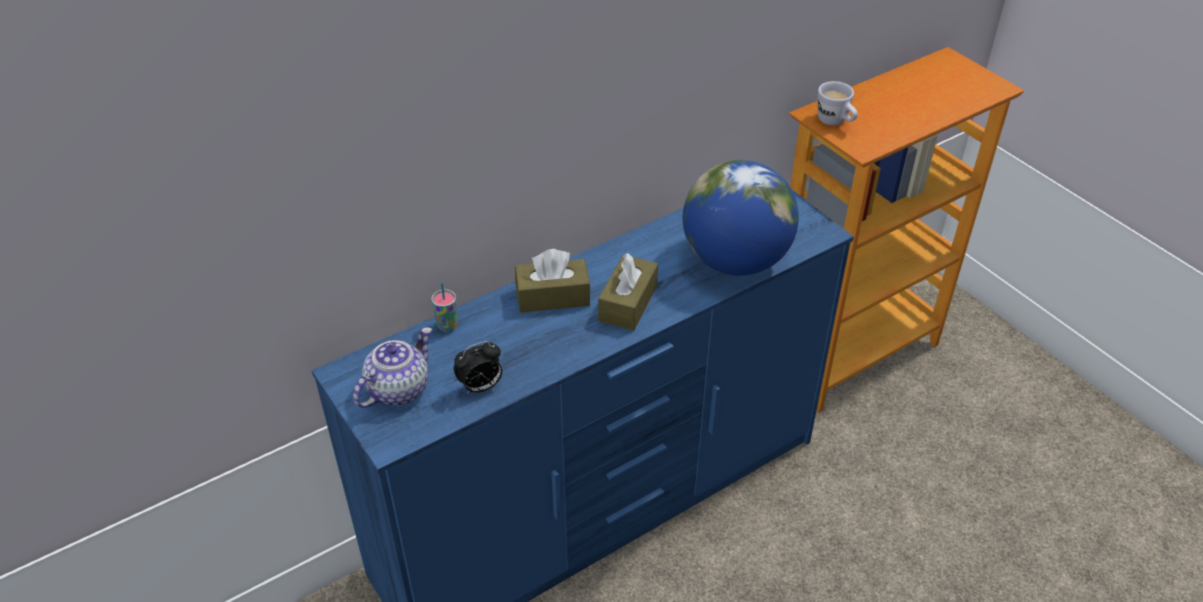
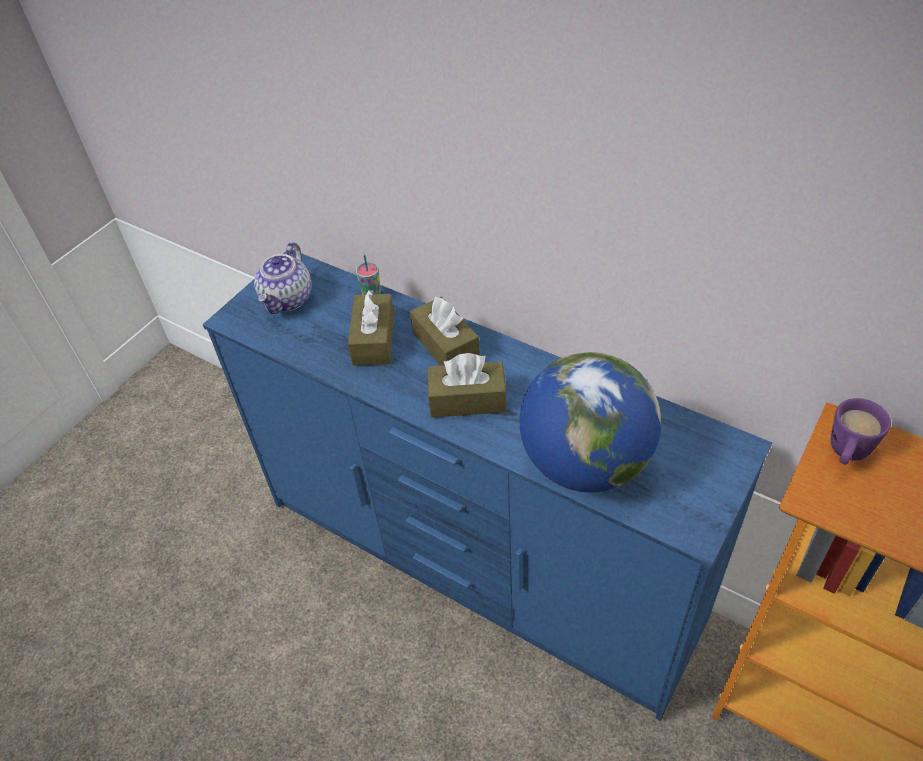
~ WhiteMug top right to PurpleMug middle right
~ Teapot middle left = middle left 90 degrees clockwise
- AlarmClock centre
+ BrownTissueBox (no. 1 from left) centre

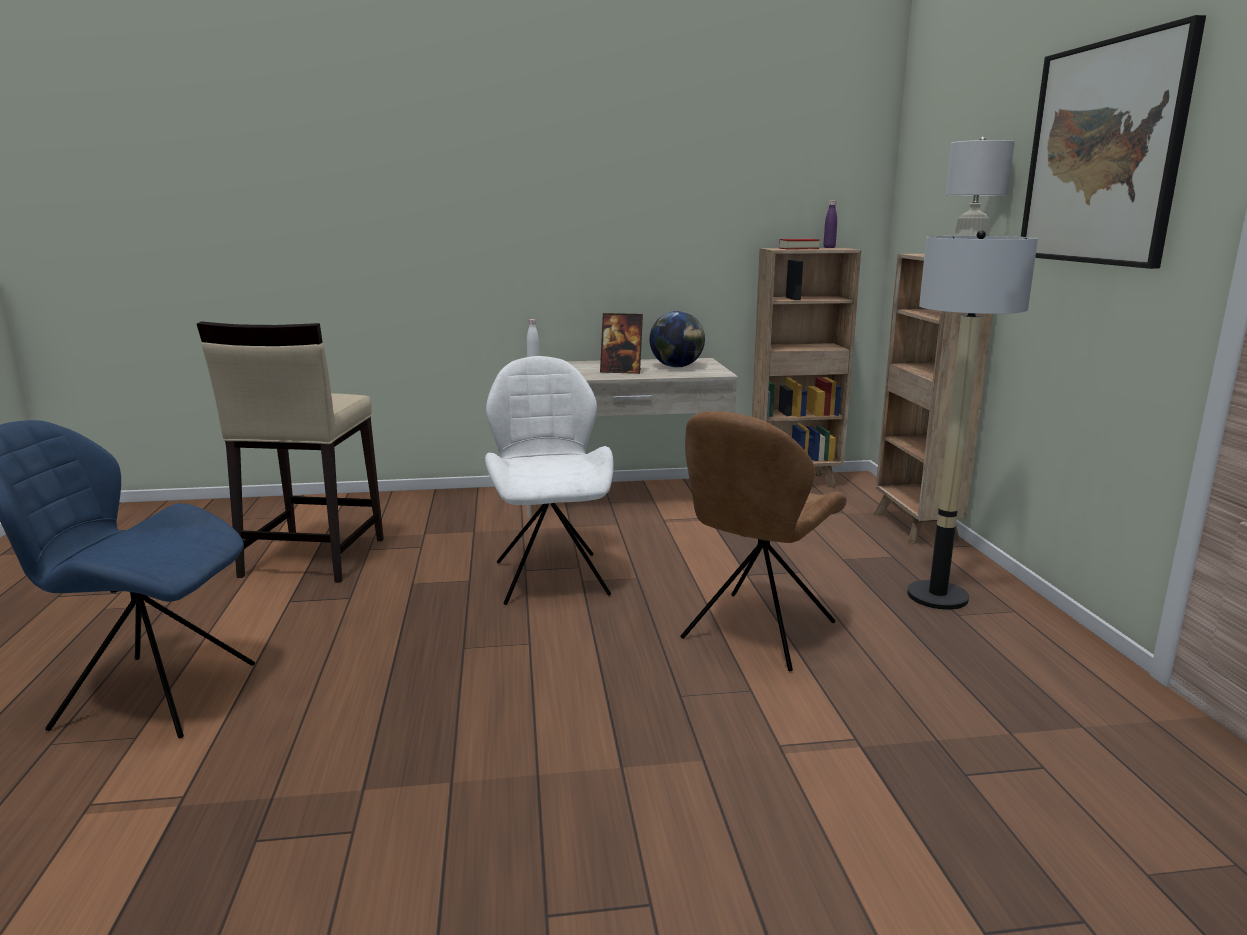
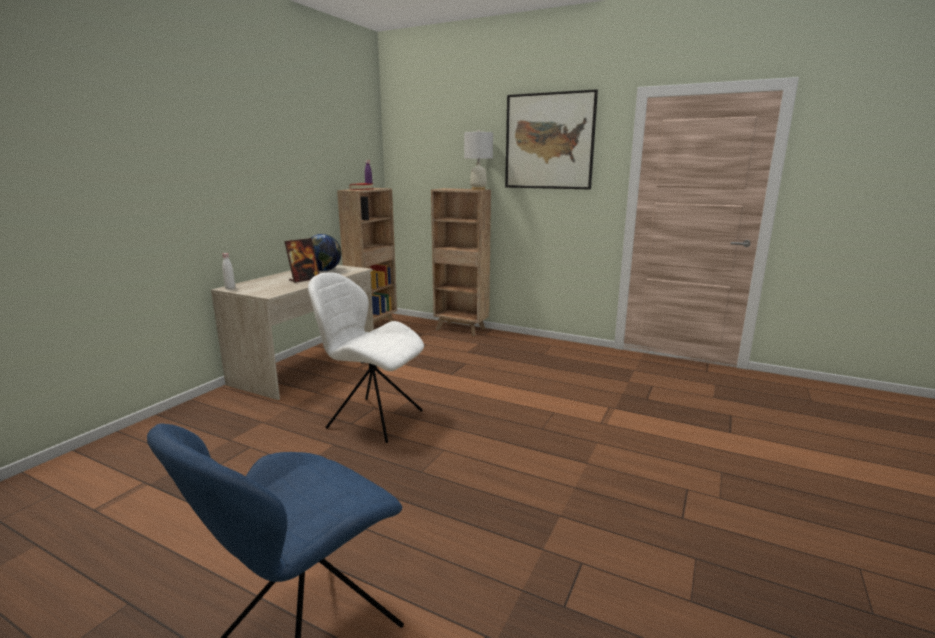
- FloorLamp middle right
- BeigeStool middle left
- BrownChair centre

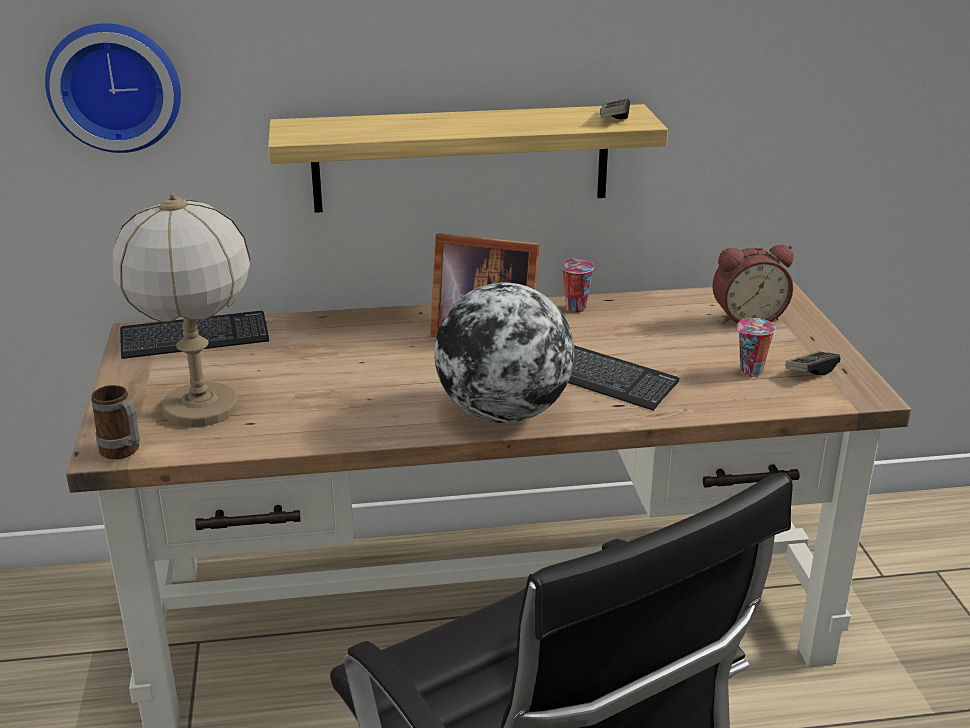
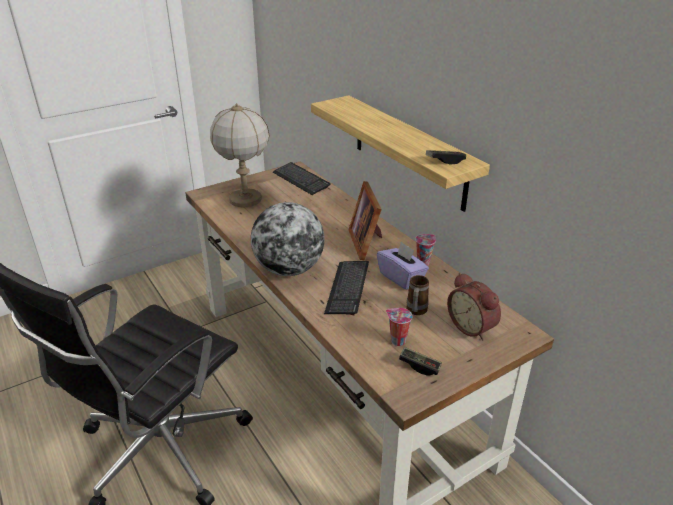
- WallClock top left
~ Mug middle left to centre
+ PurpleTissueBox centre

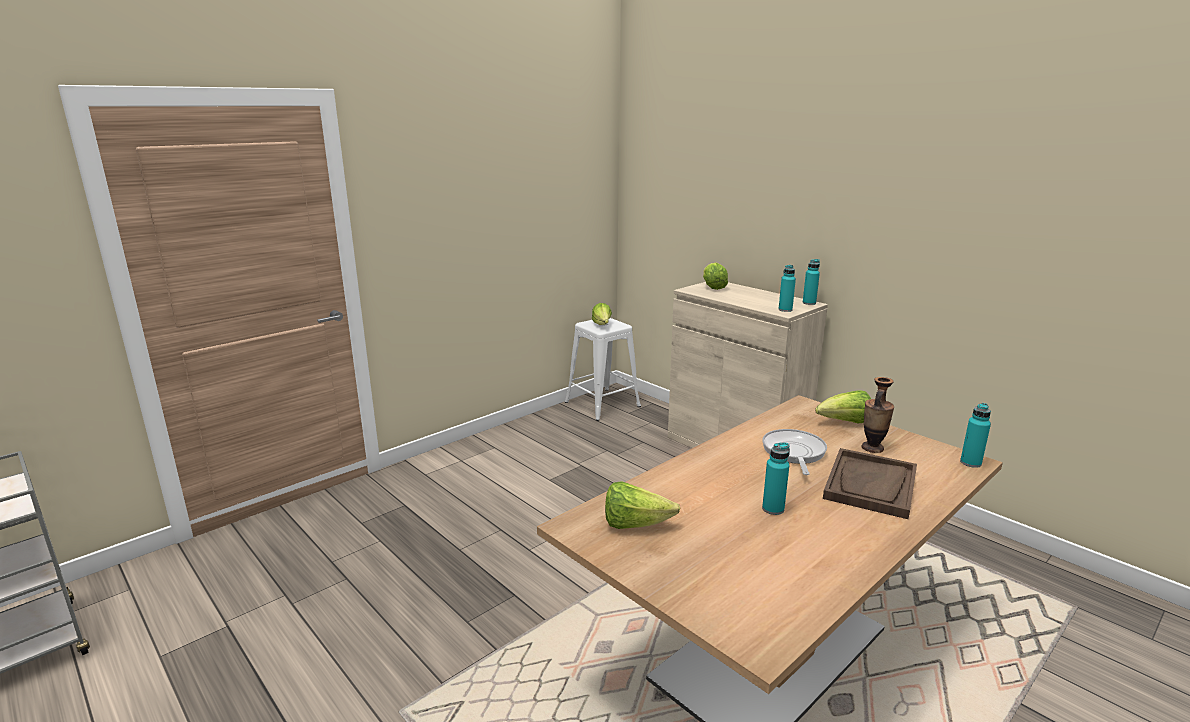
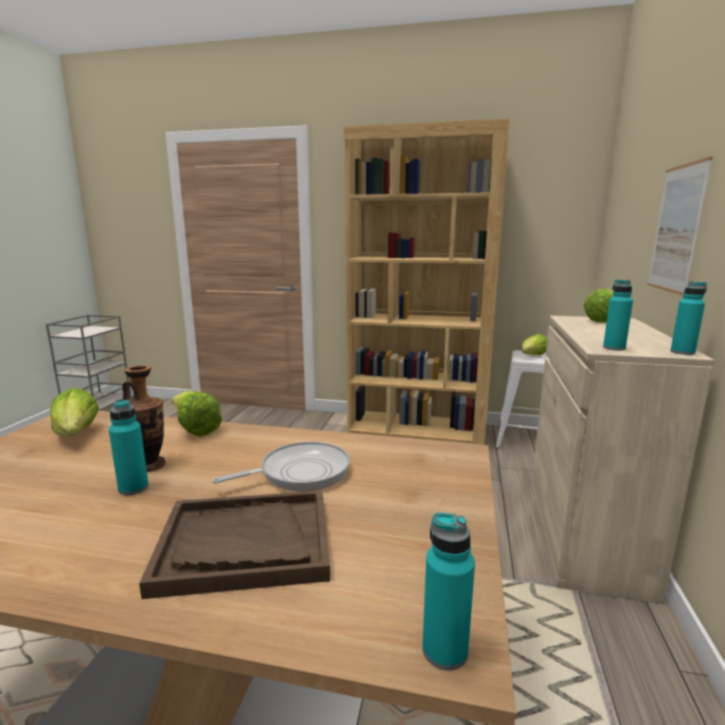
~ Vase middle right to middle left
~ Lettuce (no. 4 from left in the first image) middle right to Lettuce (no. 2 from left) middle left
+ BrownBookcase centre
+ Picture top right

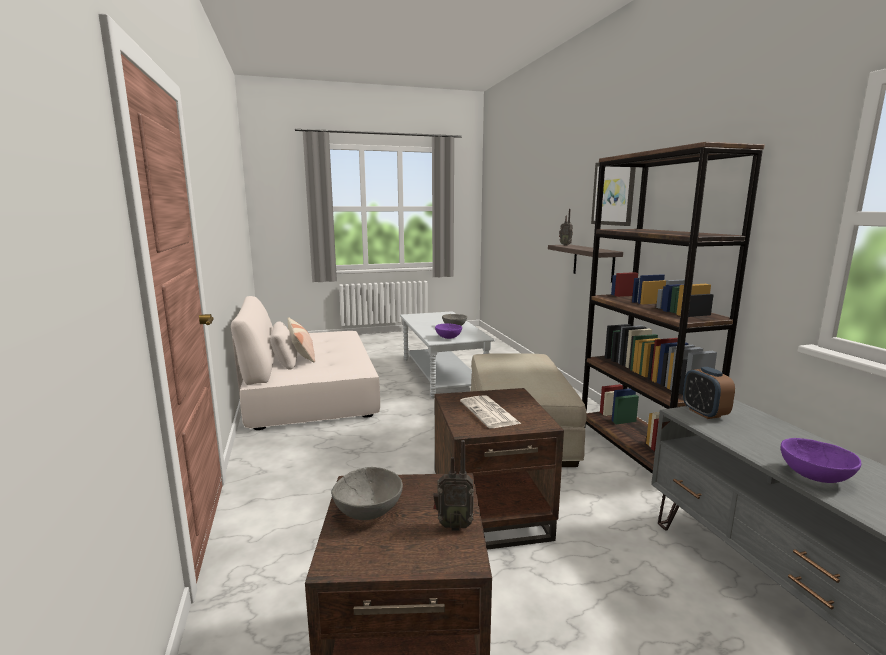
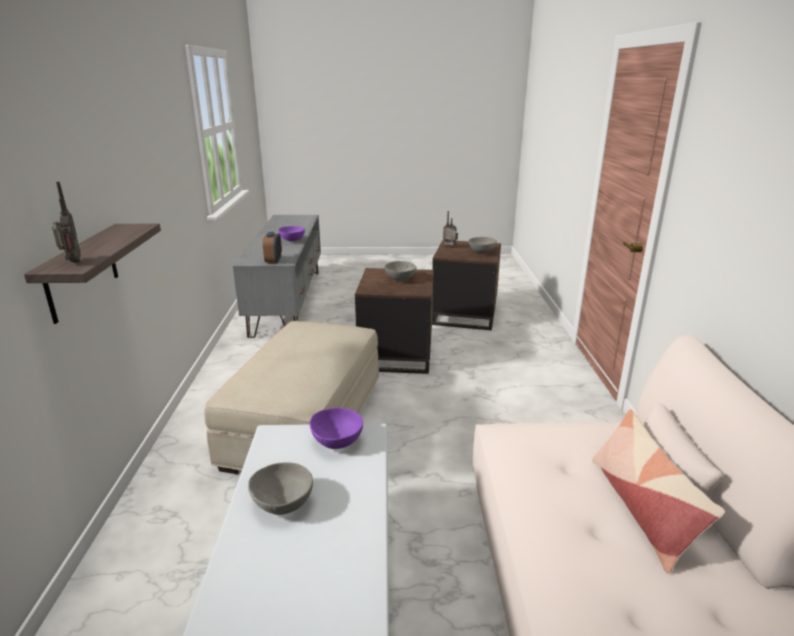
- BrownBookcase middle right
- Picture top right
~ Newspaper centre to GreyBowl (no. 2 from left) centre

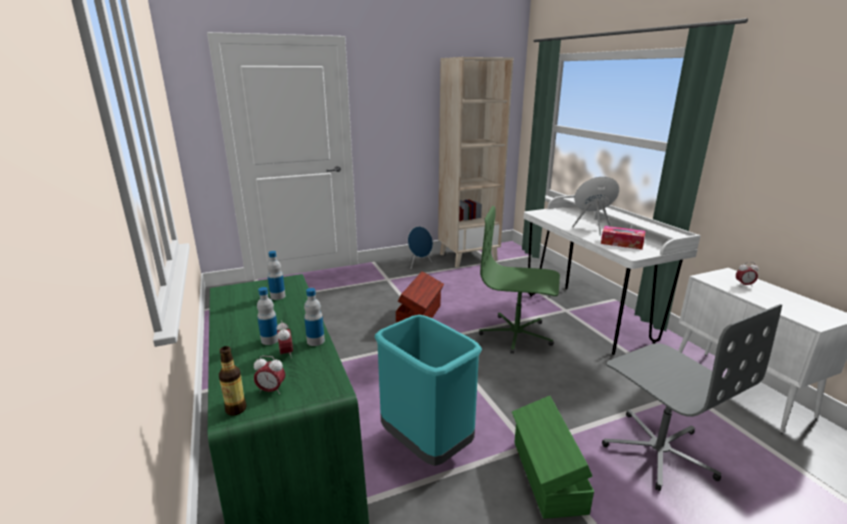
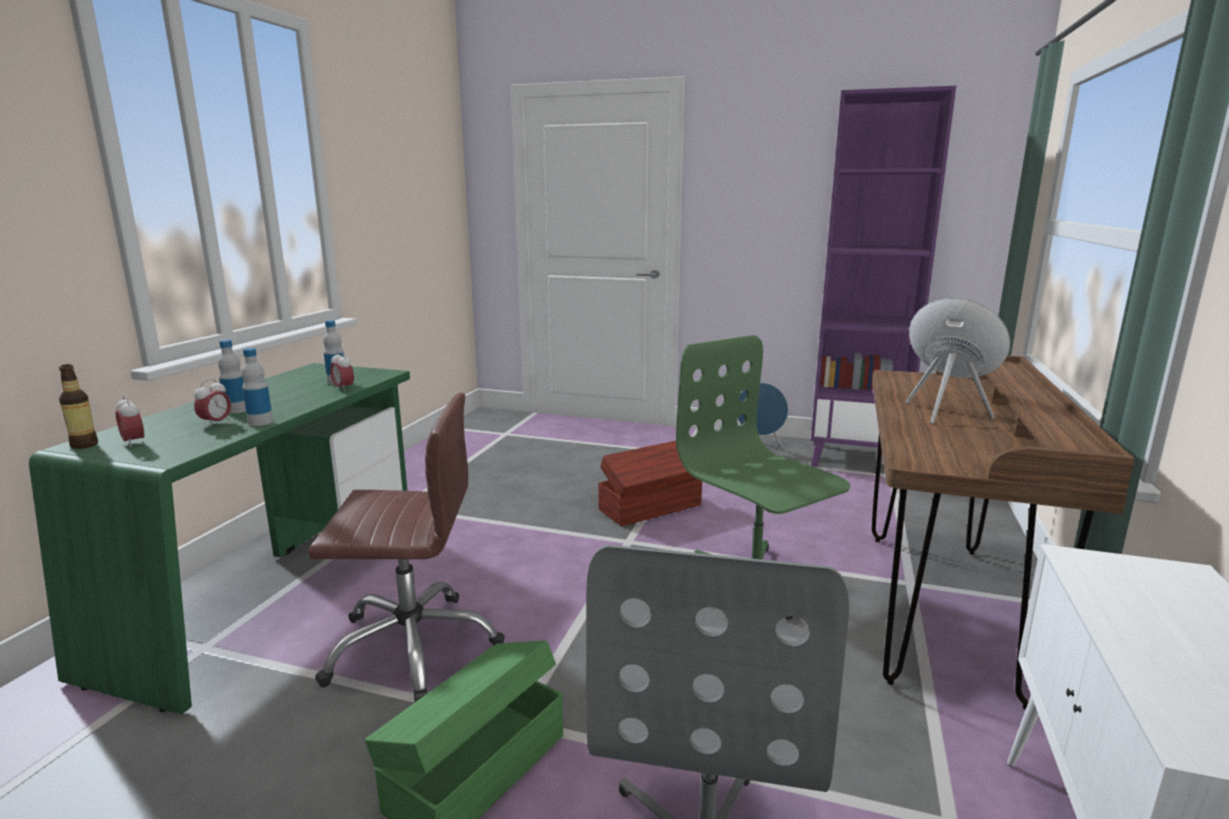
~ BeigeBookcase top centre to PurpleBookcase middle right
~ WhiteDesk middle right to BrownDesk middle right
- TissueBox middle right
~ AlarmClock (no. 3 from left) middle right to middle left
~ TurquoiseTrashCan bottom centre to BrownOfficeChair bottom left

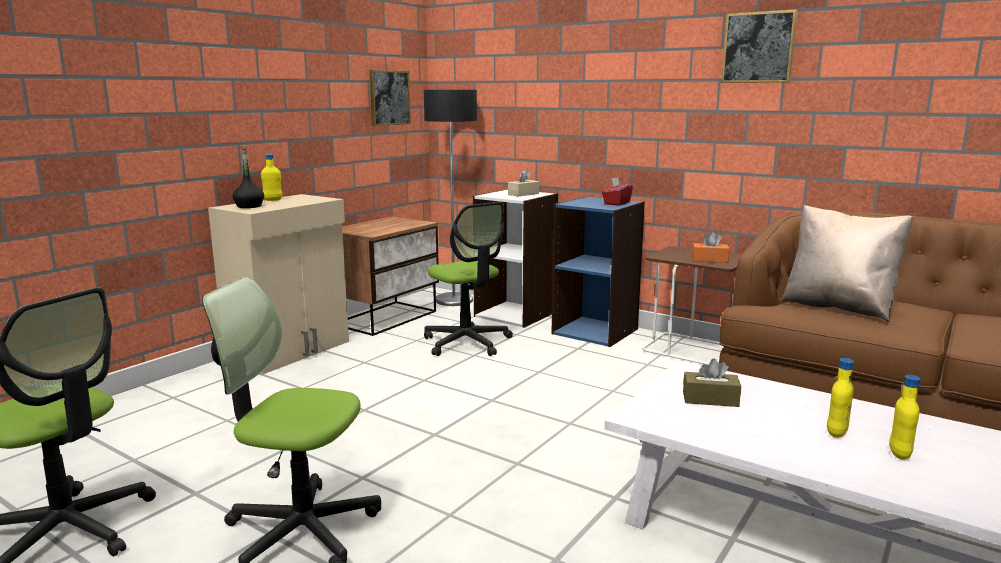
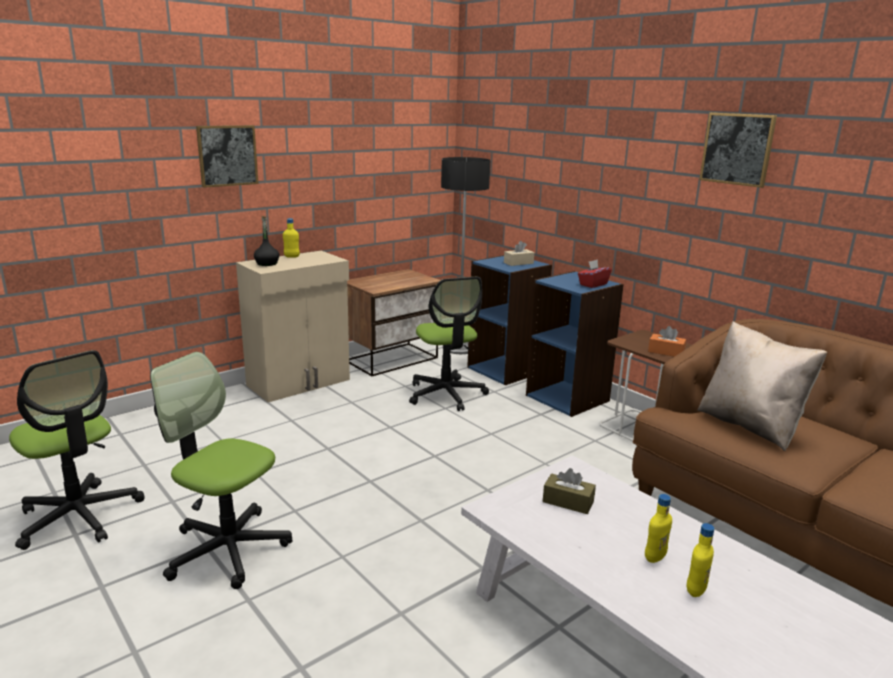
~ Picture (no. 1 from left) top centre to top left
~ WhiteBookcase centre to BlueBookcase (no. 1 from left) centre

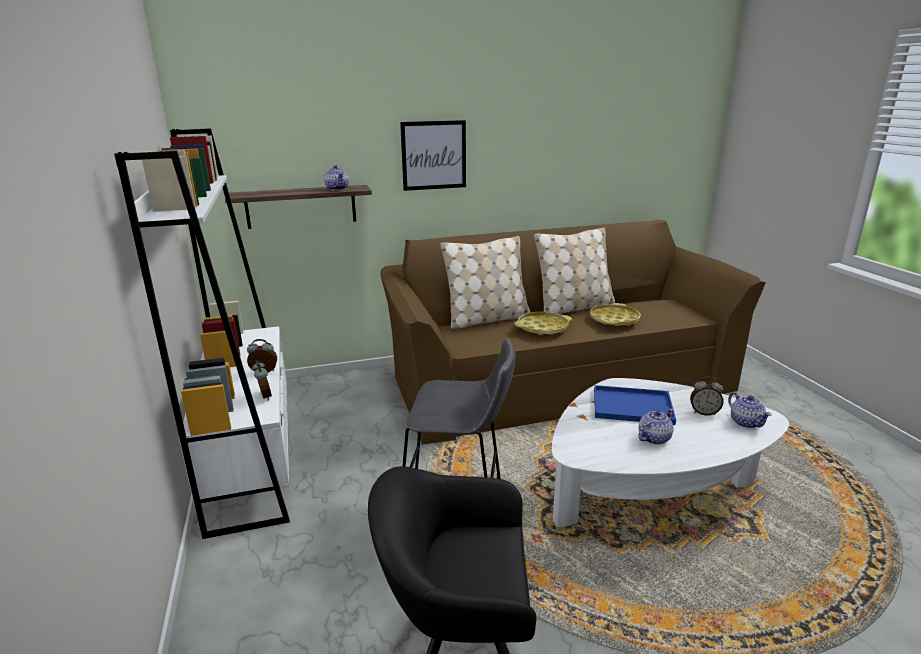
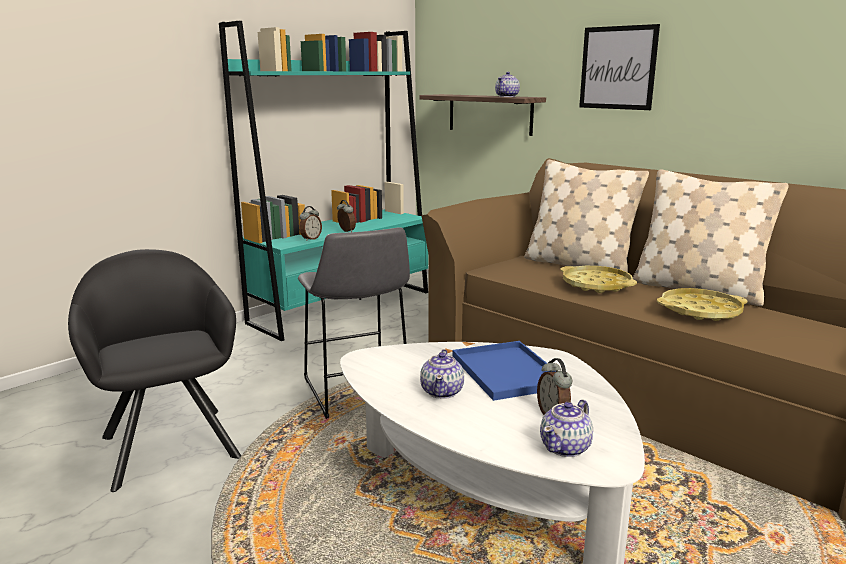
~ WhiteBookcase middle left to TurquoiseBookcase top centre
~ Teapot (no. 2 from left in the first image) middle right = centre 75 degrees clockwise

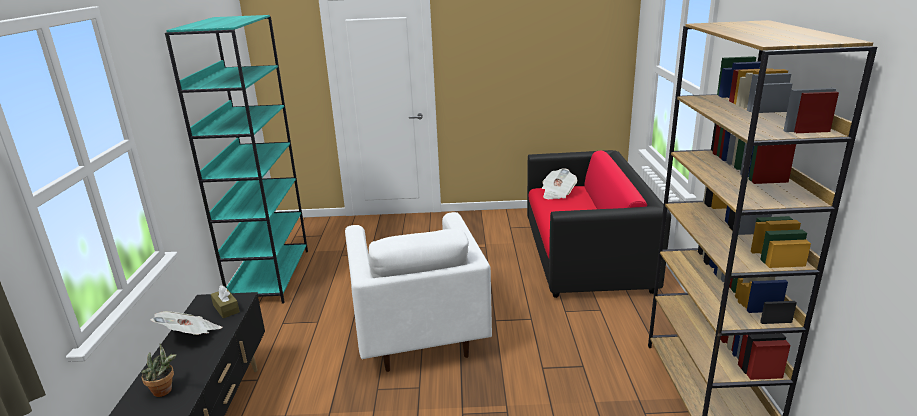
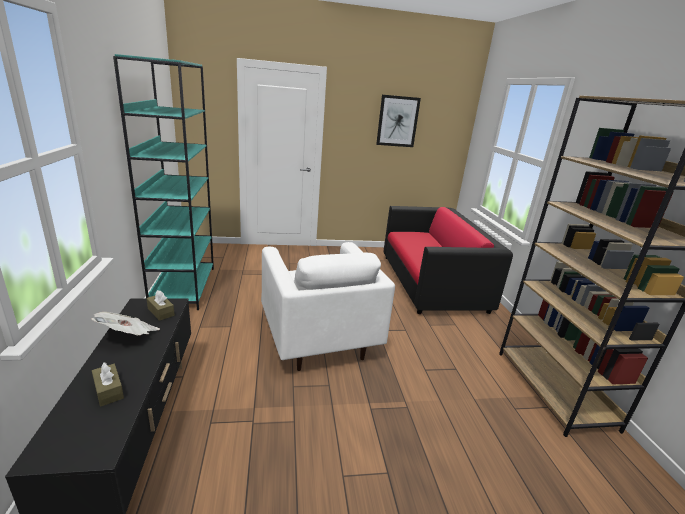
- Newspaper (no. 2 from left) centre
~ PottedPlant bottom left to BrownTissueBox (no. 1 from left) bottom left
+ Picture top centre

